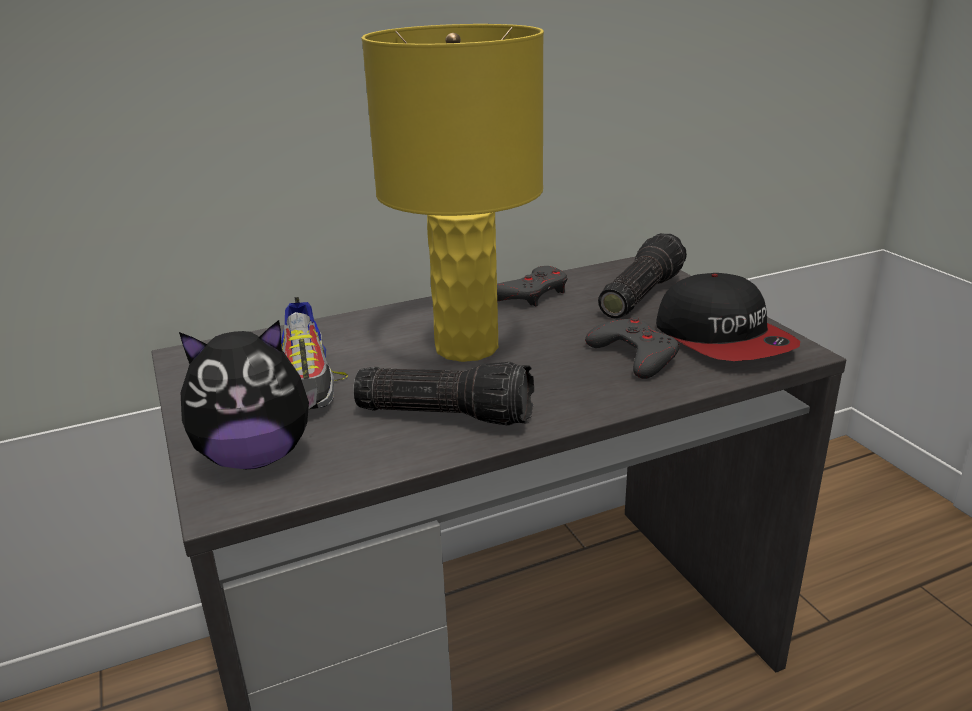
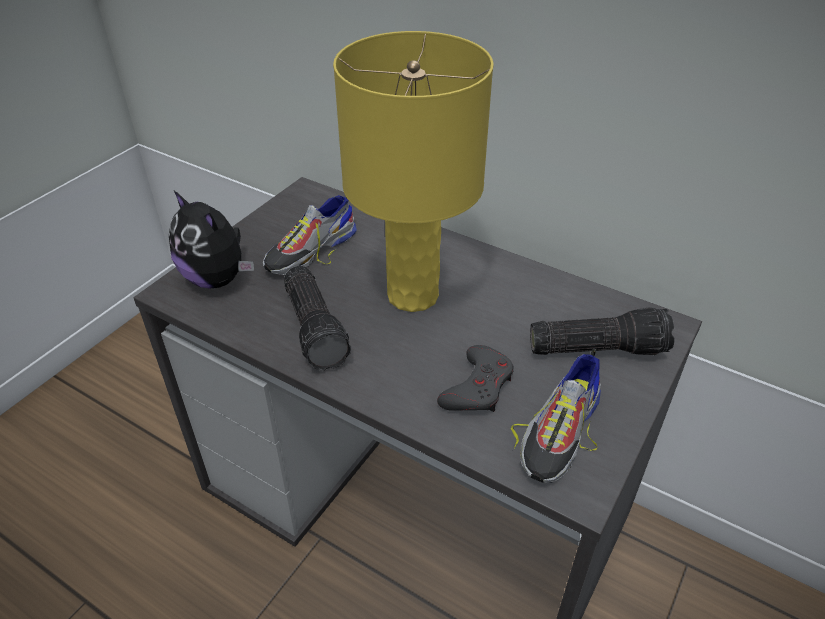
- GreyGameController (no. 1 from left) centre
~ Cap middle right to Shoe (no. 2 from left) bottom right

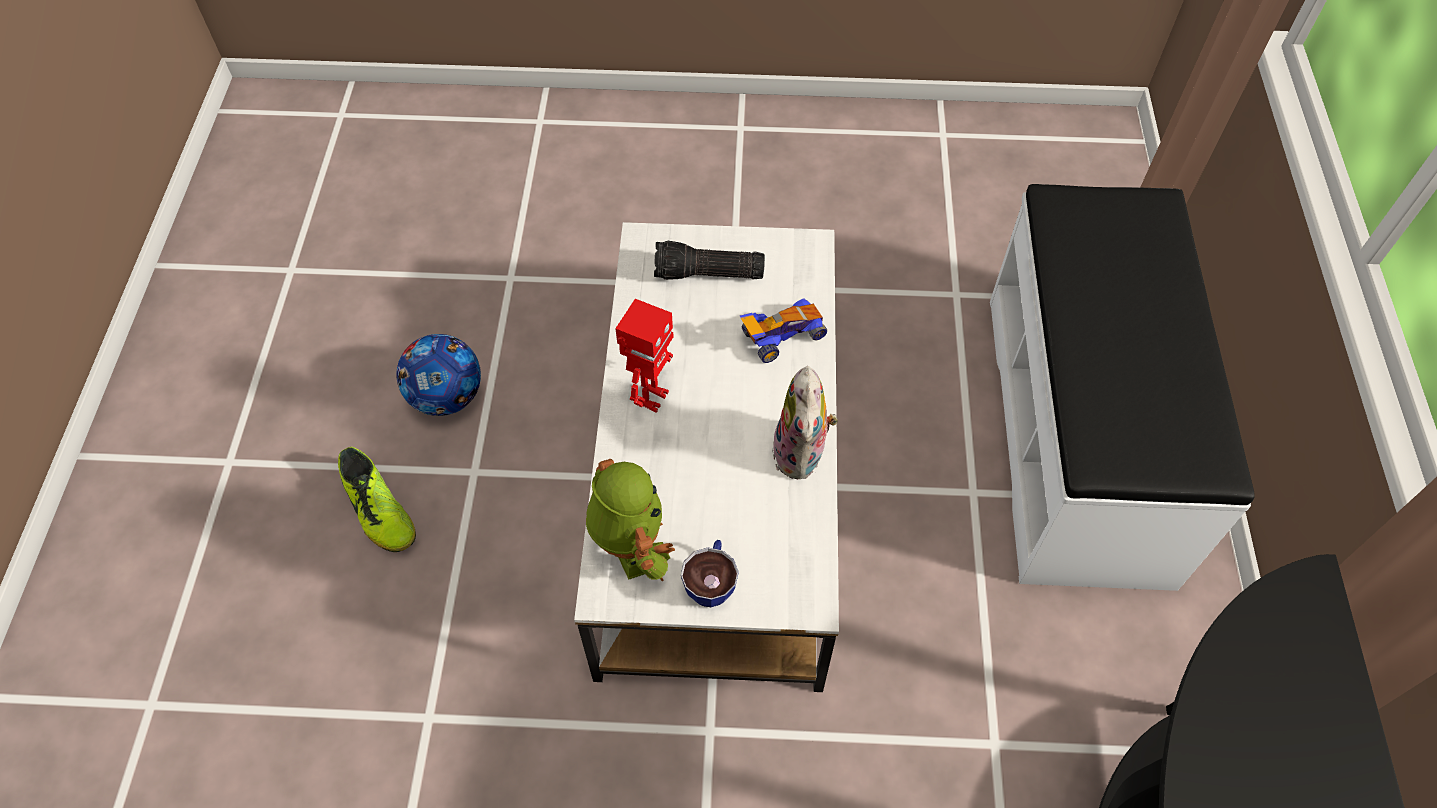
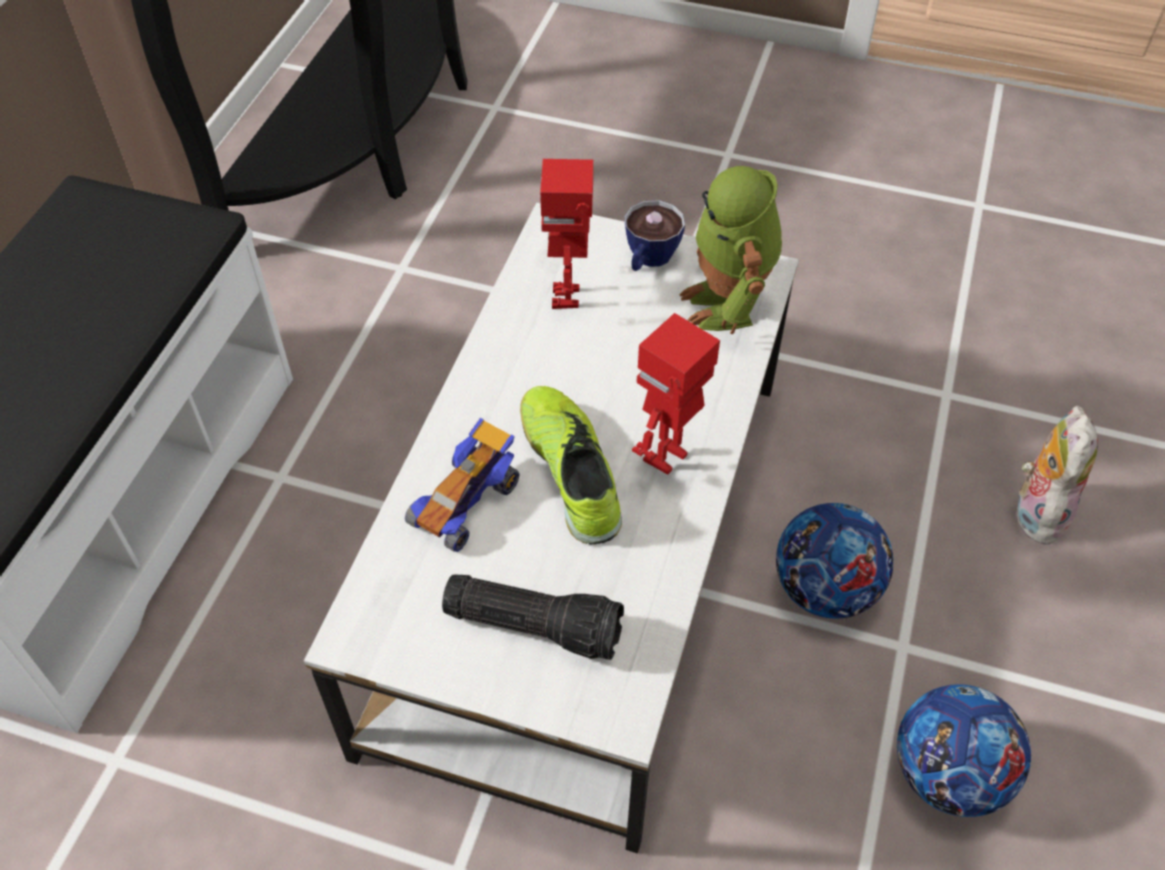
~ ToyCar centre = centre 45 degrees counterclockwise
~ PlushToy centre to middle right
~ Shoe middle left to centre
+ ToyRobot (no. 1 from left) top centre
+ Football (no. 1 from left) middle right

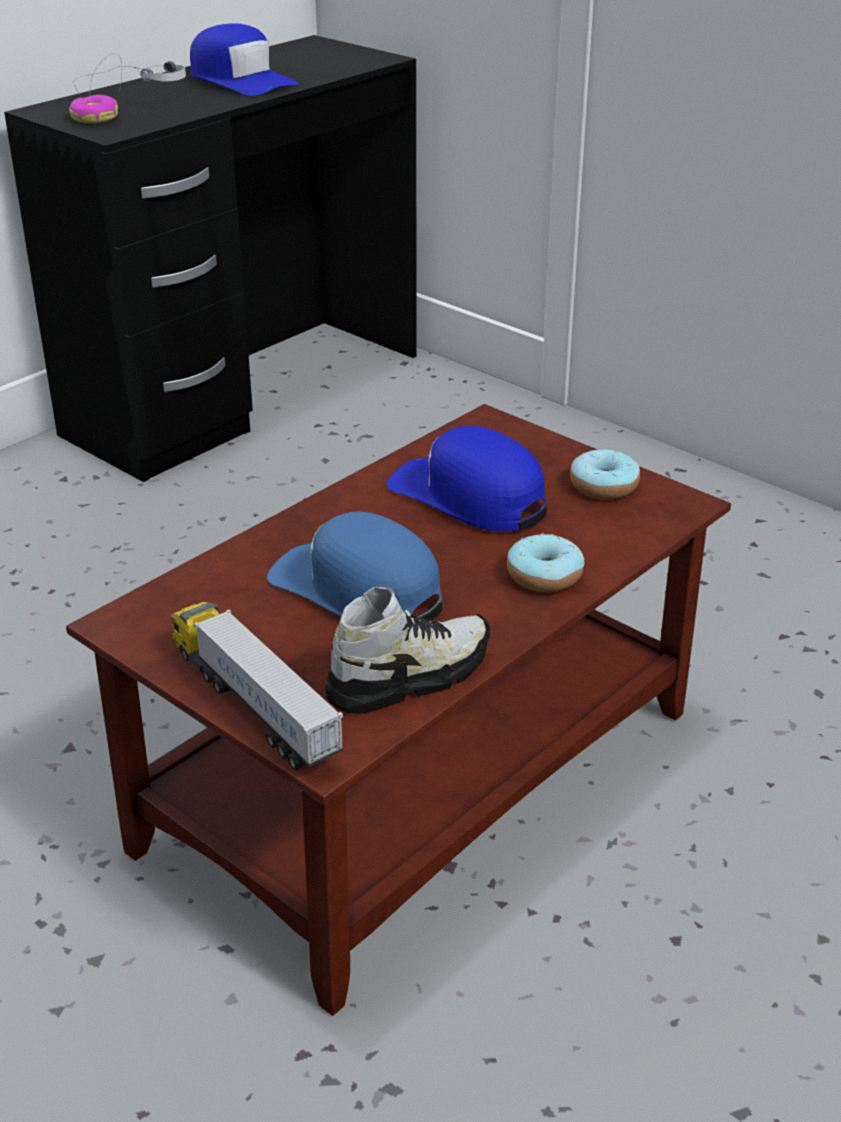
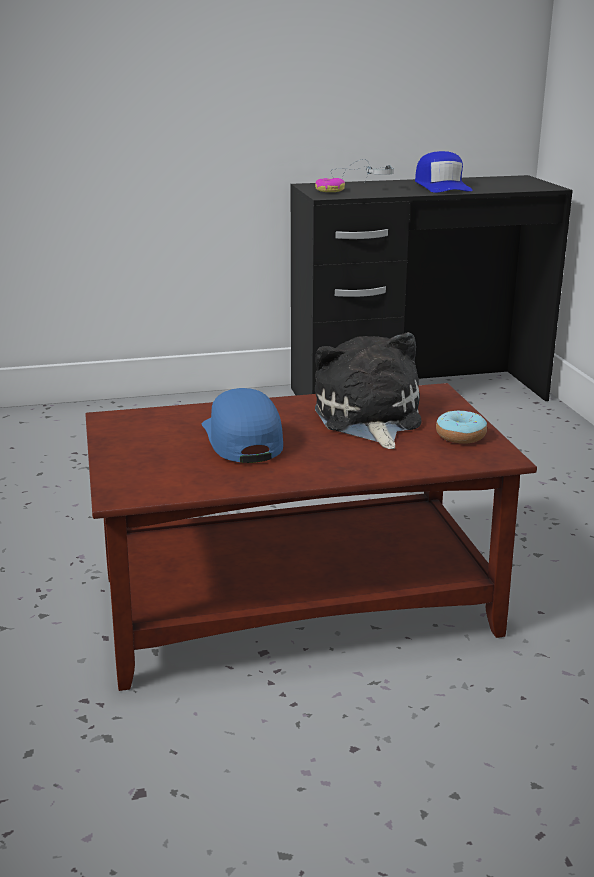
~ BlueCap (no. 3 from left) centre to PlushToy centre
- Donut (no. 2 from left) centre
- Shoe centre
- ToyTruck middle left

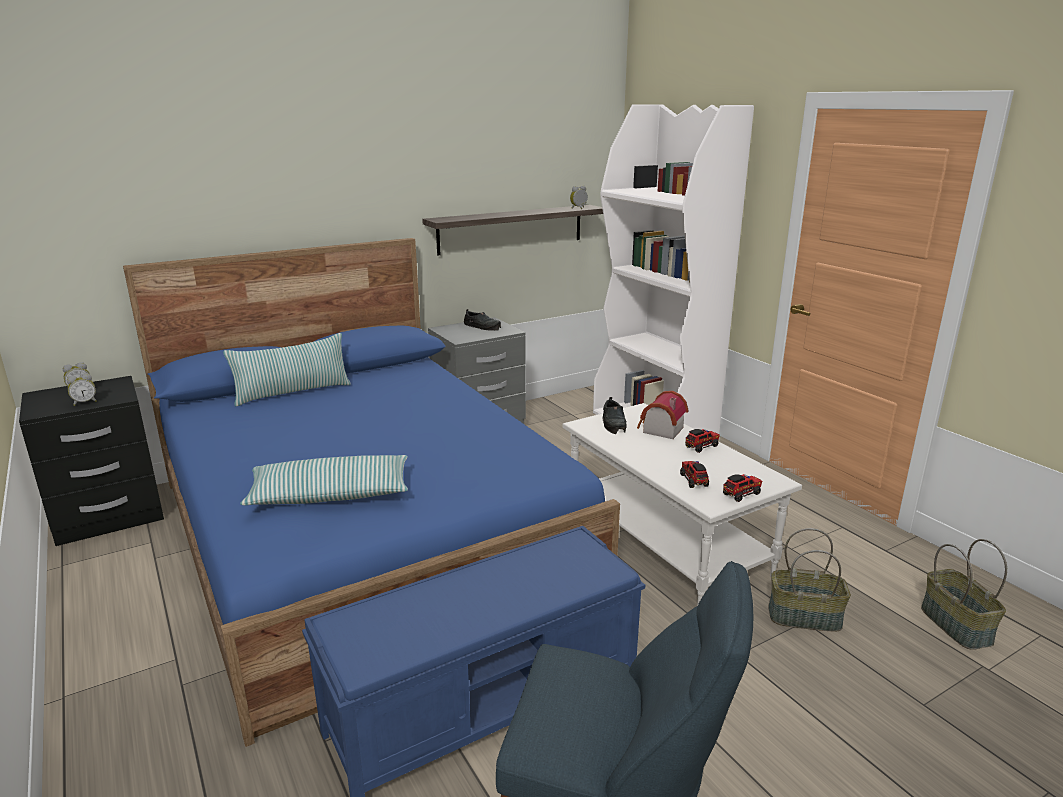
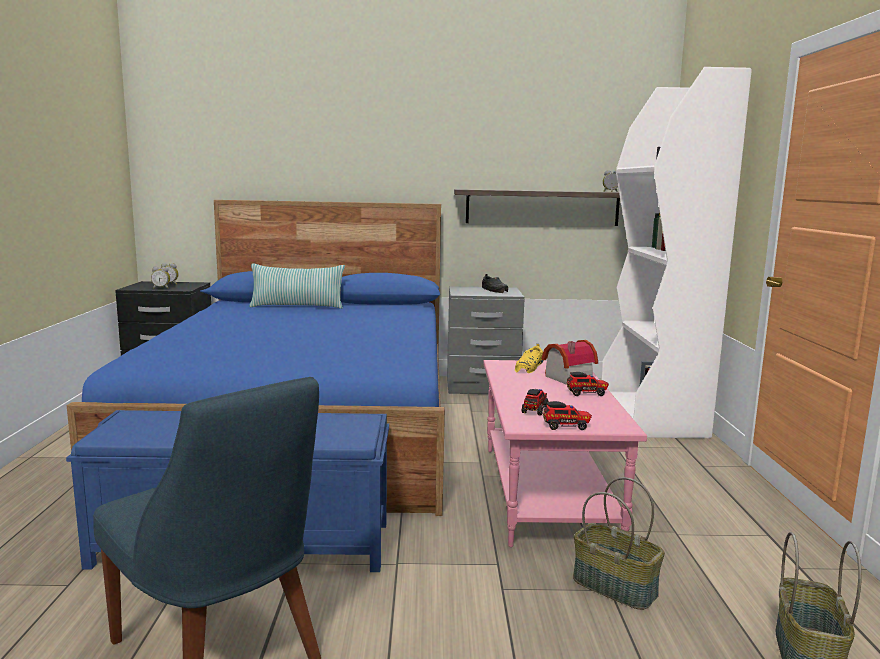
~ BlackShoe (no. 2 from left) centre to YellowShoe centre
~ WhiteCoffeeTable centre to PinkCoffeeTable bottom centre
- Pillow (no. 2 from left) middle left

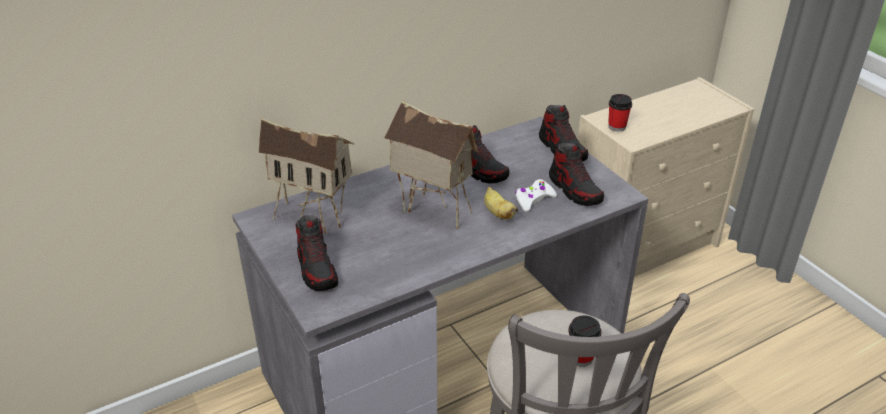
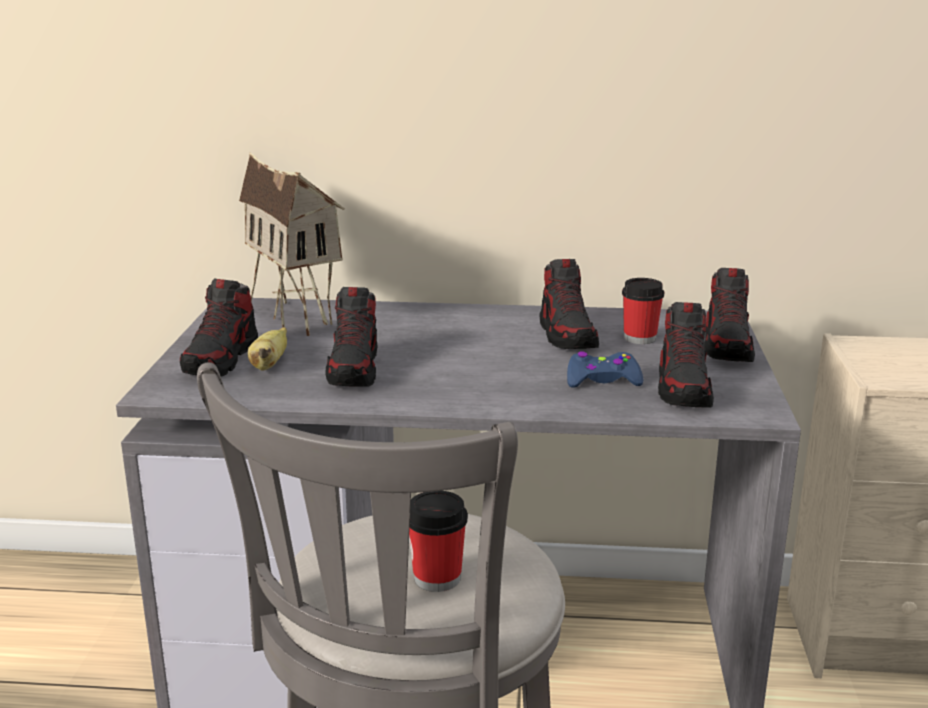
~ Cup (no. 2 from left) top right to middle right
- ToyHouse (no. 2 from left) centre
~ WhiteGameController centre to BlueGameController centre
~ Banana centre to middle left
+ Shoe (no. 2 from left) centre

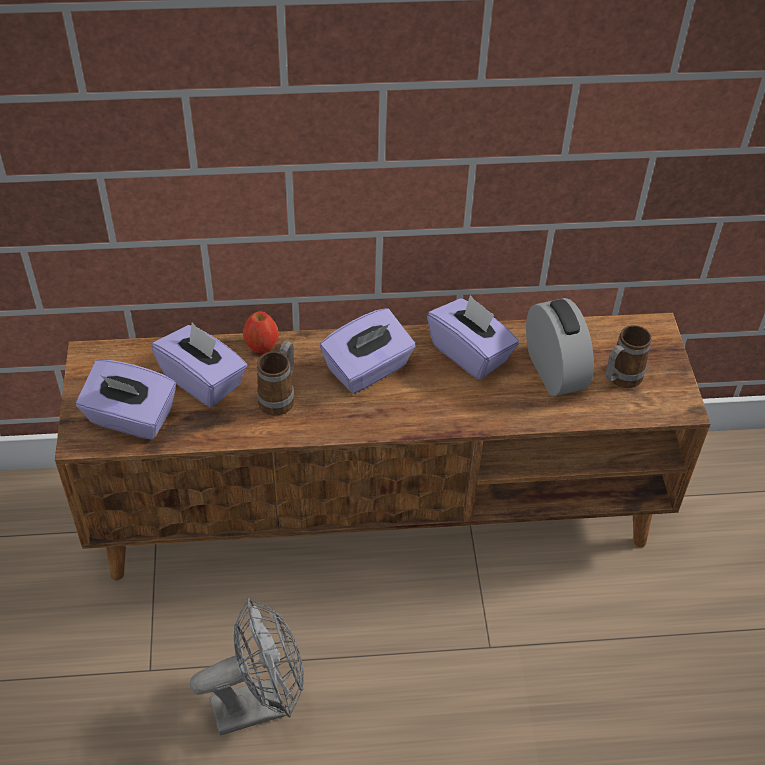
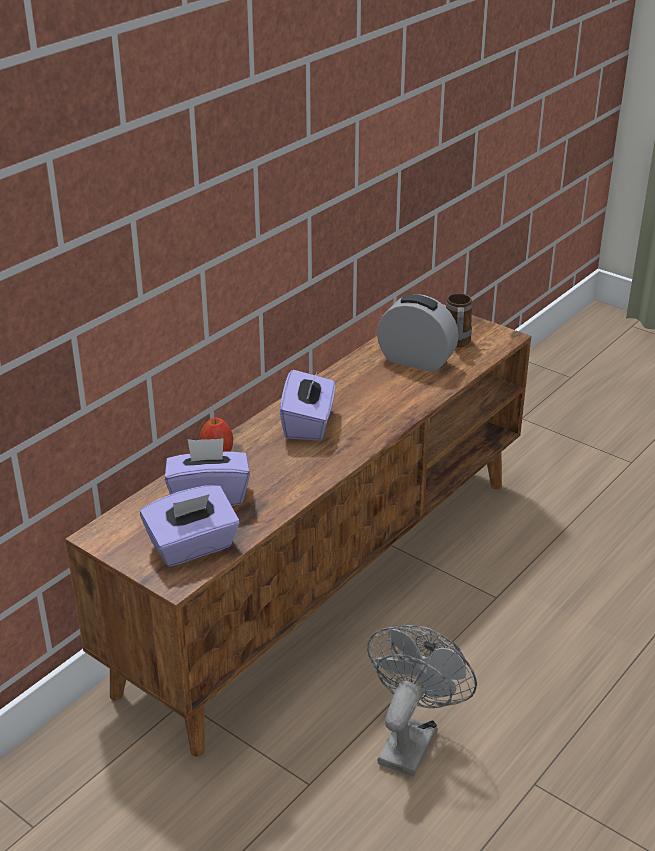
- PurpleTissueBox (no. 4 from left) centre
- Mug (no. 1 from left) centre

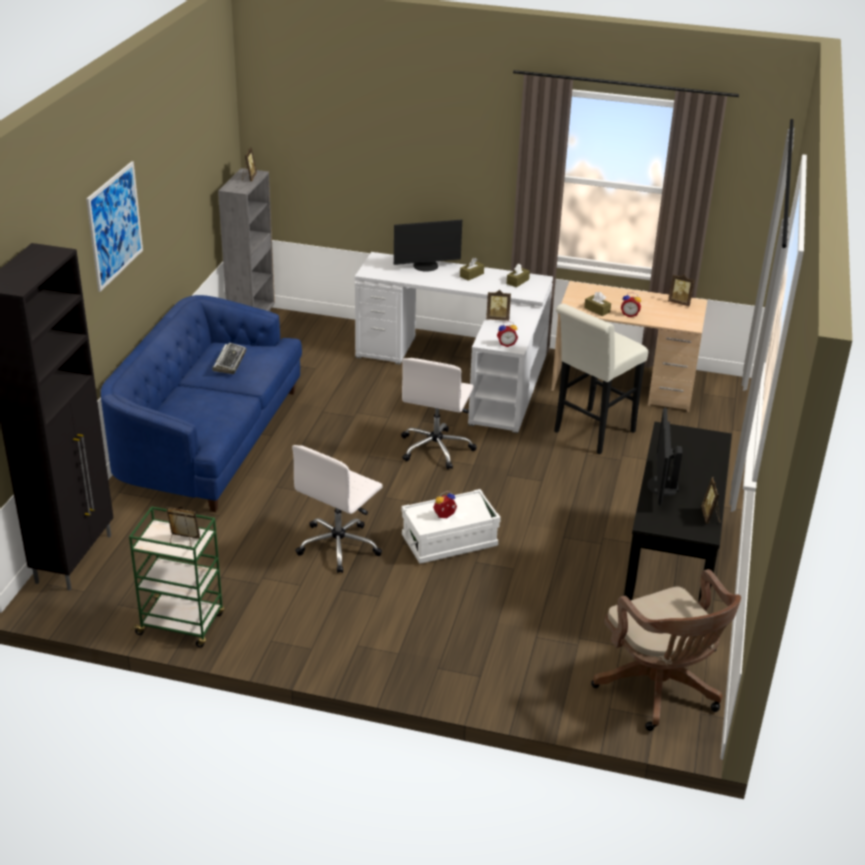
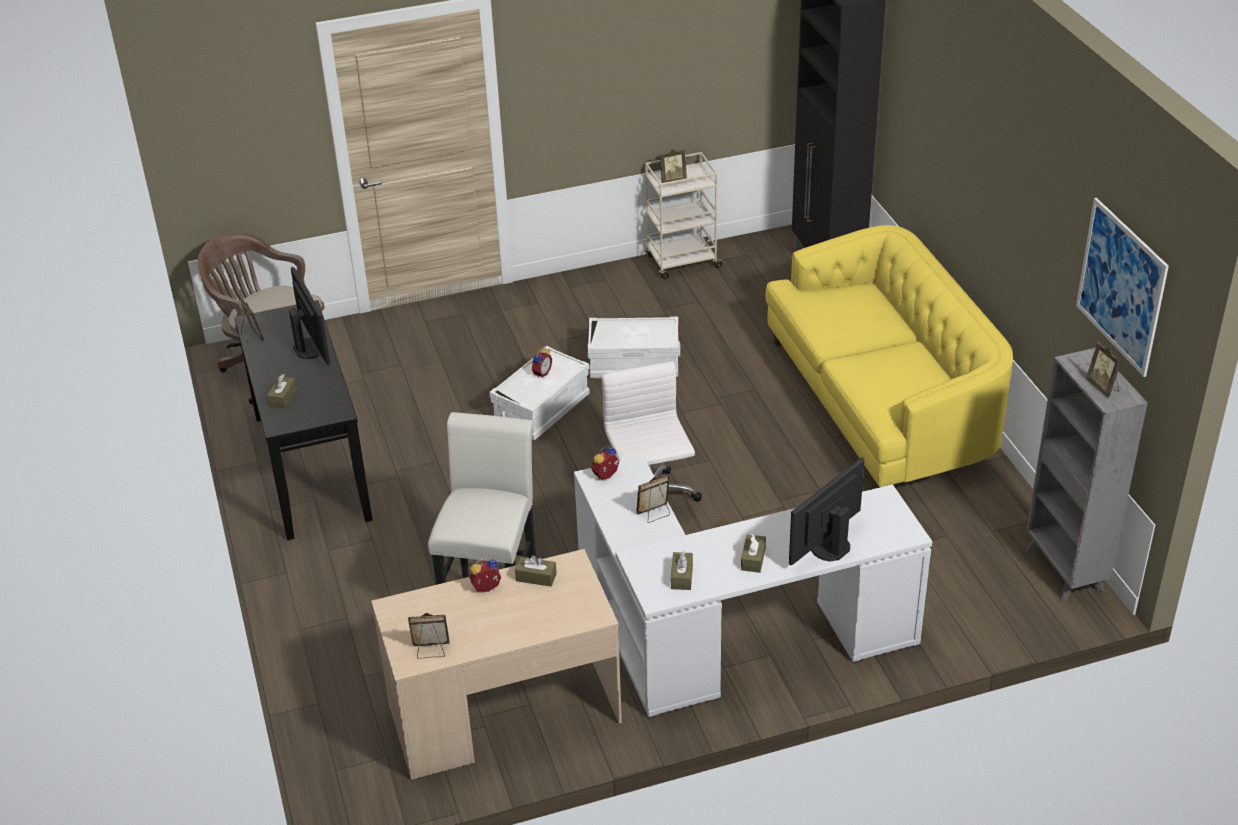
~ Picture top left to middle right
~ BlueSofa middle left to YellowSofa middle right
- Keyboard middle left
~ WhiteOfficeChair (no. 1 from left) centre to WhiteStorageBox (no. 2 from left) centre
~ GreenCart bottom left to BeigeCart top centre
+ BrownTissueBox (no. 1 from left) middle left

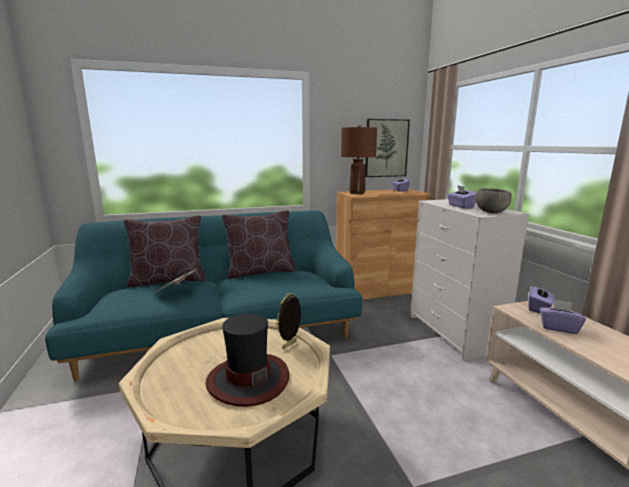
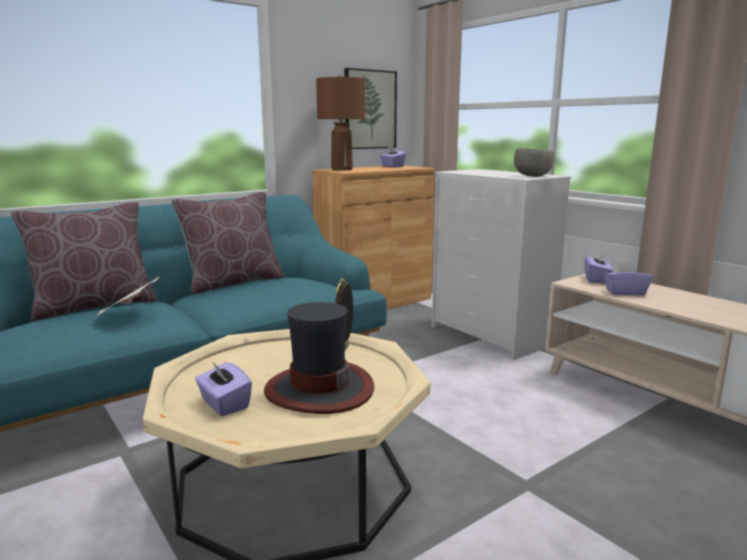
~ PurpleTissueBox (no. 2 from left in the first image) middle right to PurpleTissueBox (no. 1 from left) bottom left

